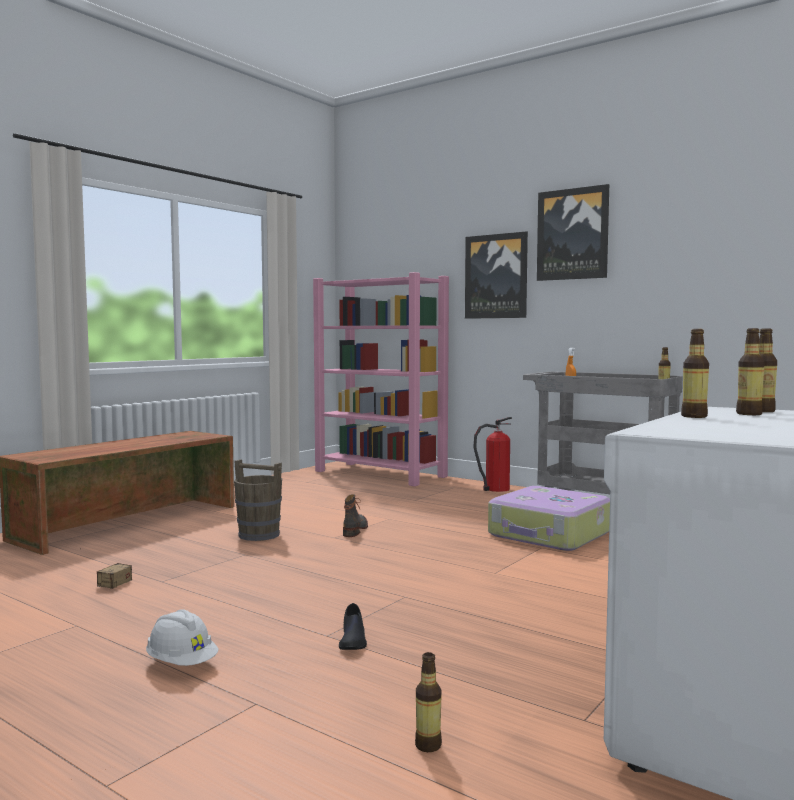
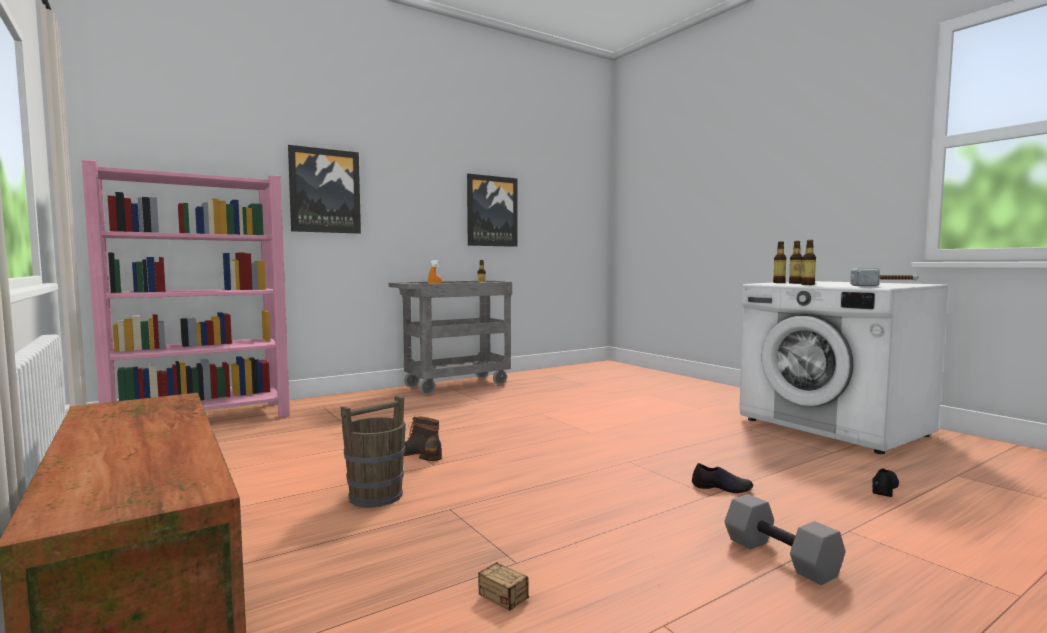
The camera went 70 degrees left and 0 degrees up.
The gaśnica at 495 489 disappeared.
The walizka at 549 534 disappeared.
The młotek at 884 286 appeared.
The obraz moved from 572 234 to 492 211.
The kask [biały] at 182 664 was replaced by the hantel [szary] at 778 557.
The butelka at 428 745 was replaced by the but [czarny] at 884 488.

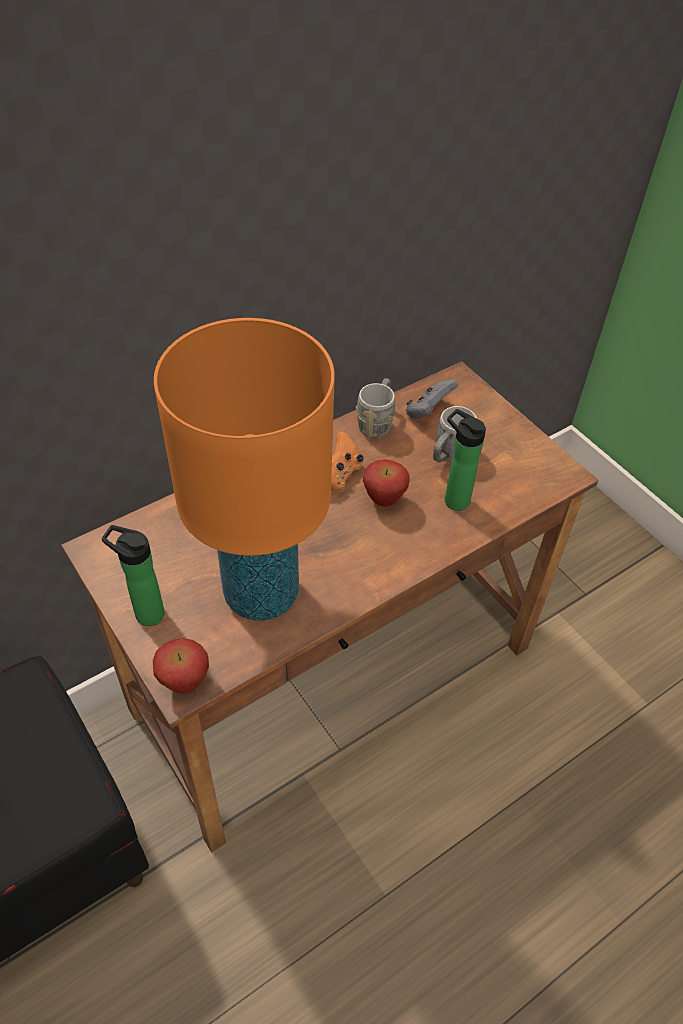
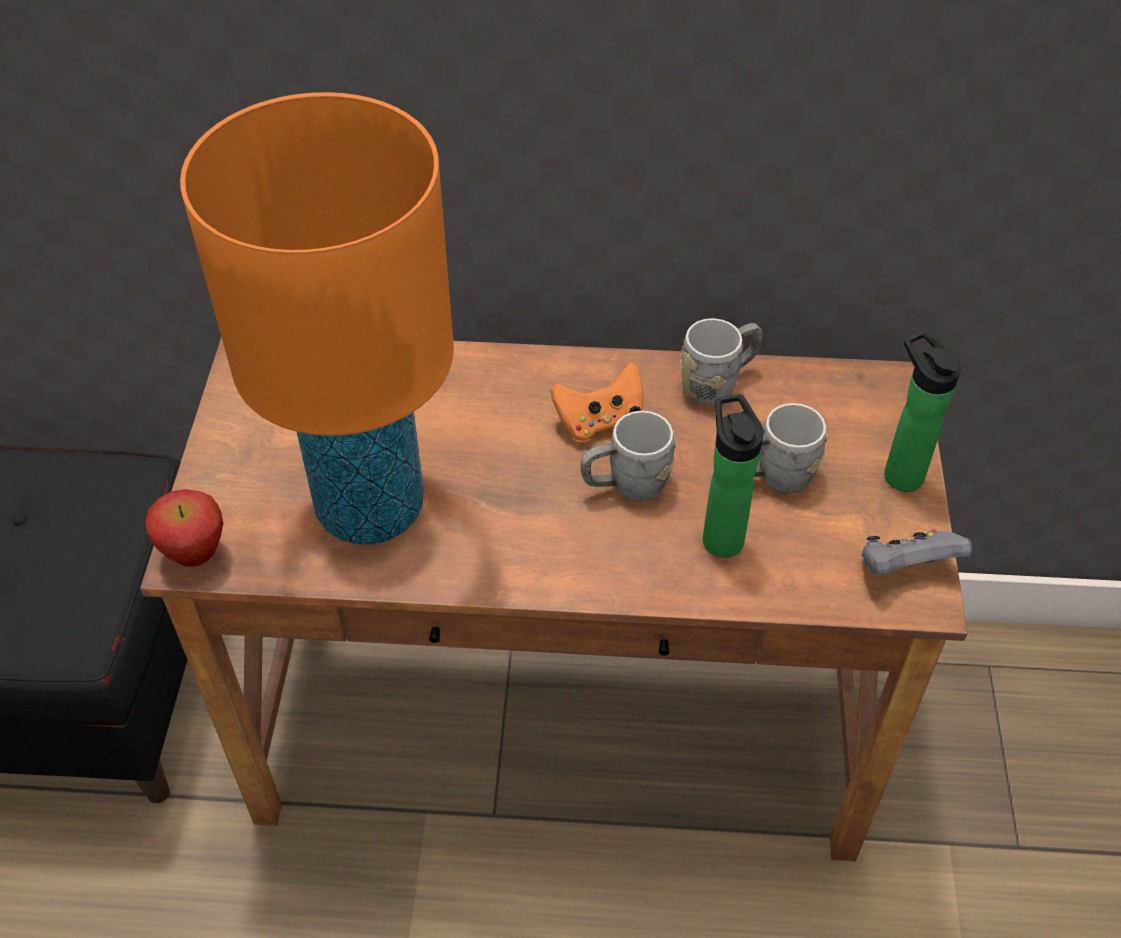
The camera went 40 degrees right and 0 degrees up.
The butelka moved from 145 612 to 899 472.
The pad do gier [szary] moved from 428 411 to 905 569.
The jabłko at 384 500 was replaced by the kubek [szary] at 626 485.

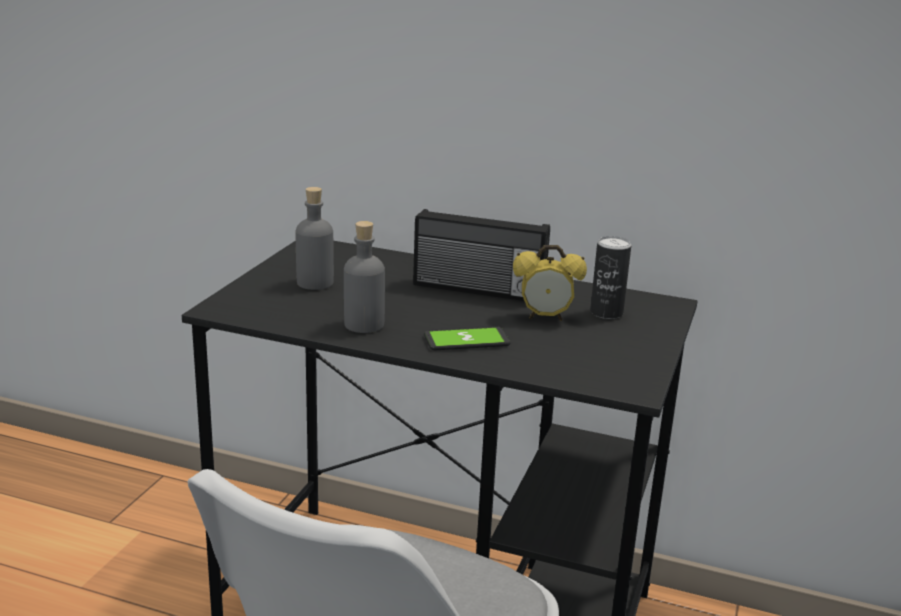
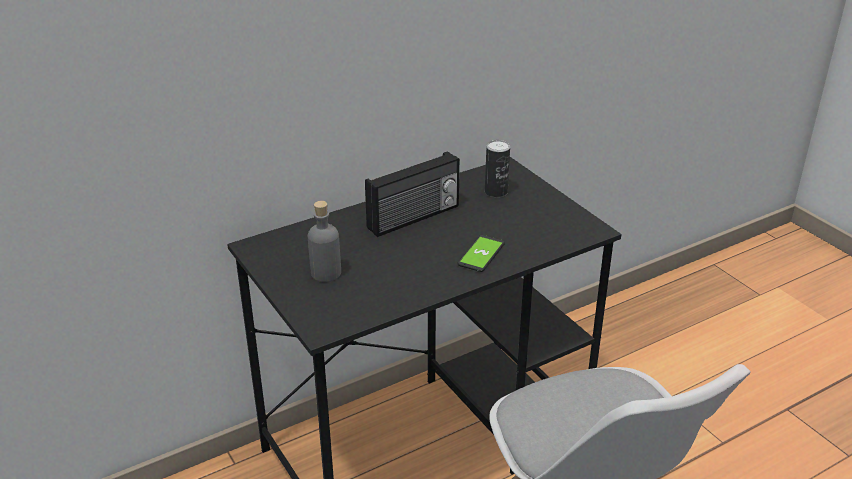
The camera went 50 degrees left and 10 degrees up.
The butelka [szary] at 364 324 disappeared.
The budzik at 545 317 disappeared.

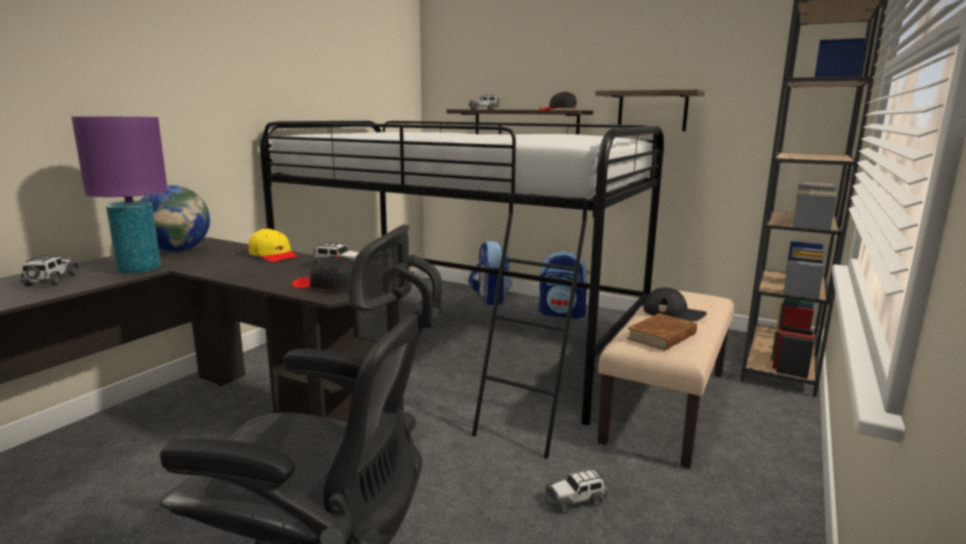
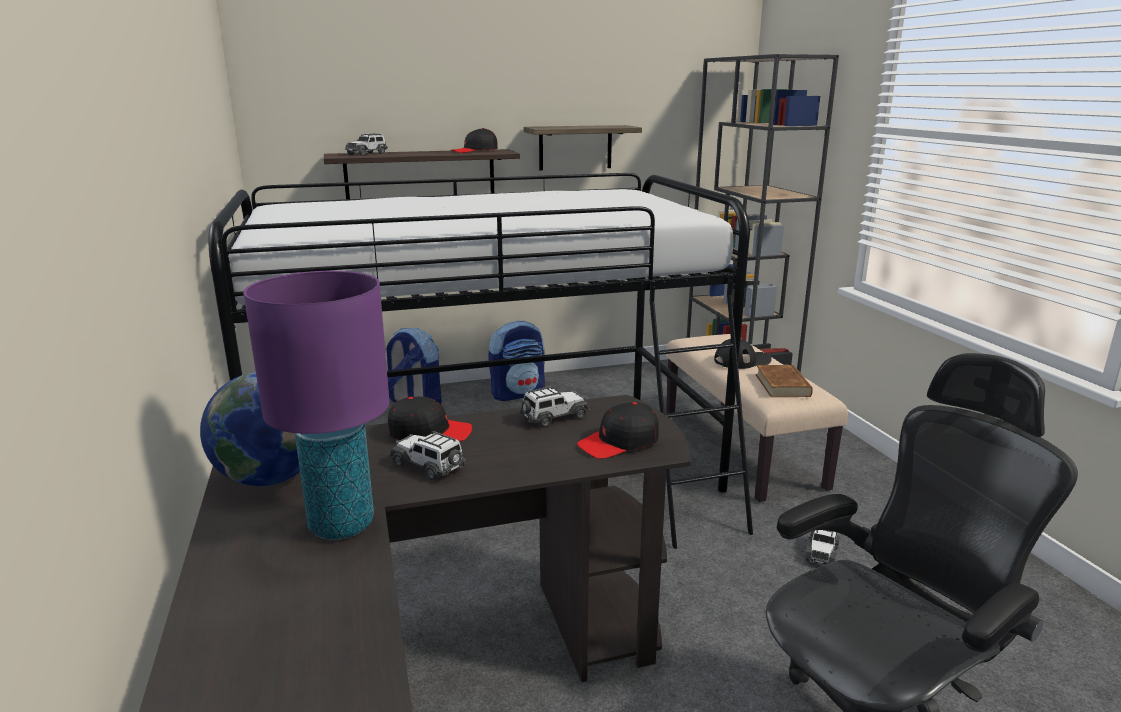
The camera went 45 degrees left and 5 degrees up.
The samochodzik moved from 51 281 to 429 466.
The czapka z daszkiem [żółty] at 273 255 became the czapka z daszkiem [czarny] at 429 432.

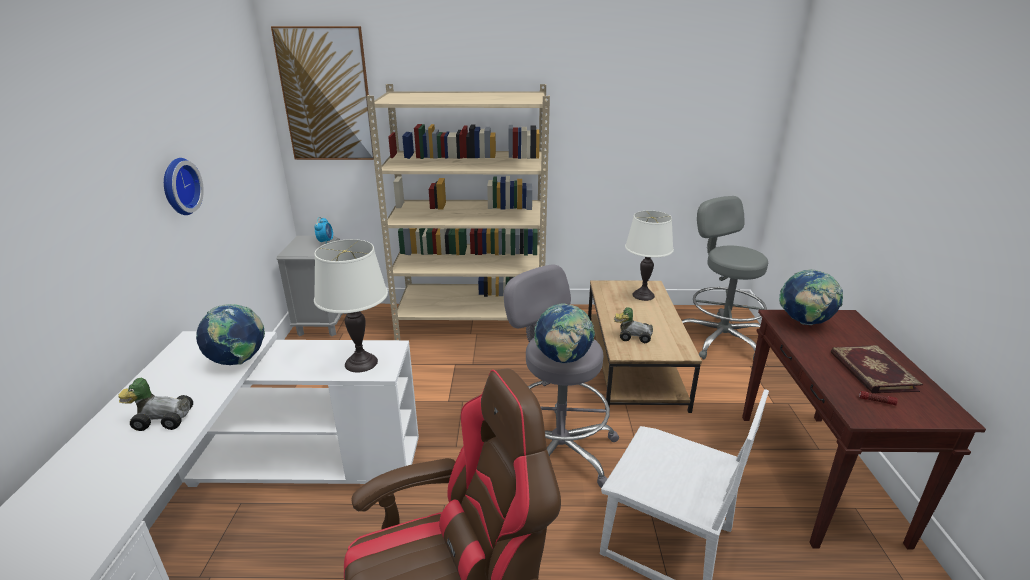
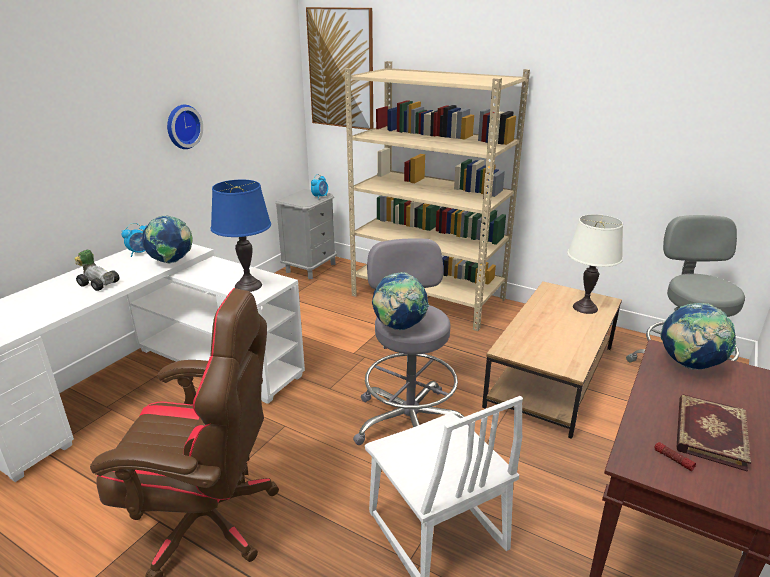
The camera went 30 degrees right and 0 degrees up.
The samochodzik at 632 336 disappeared.
The budzik at 140 253 appeared.
The lampa stołowa [biały] at 361 363 became the lampa stołowa [niebieski] at 248 286.

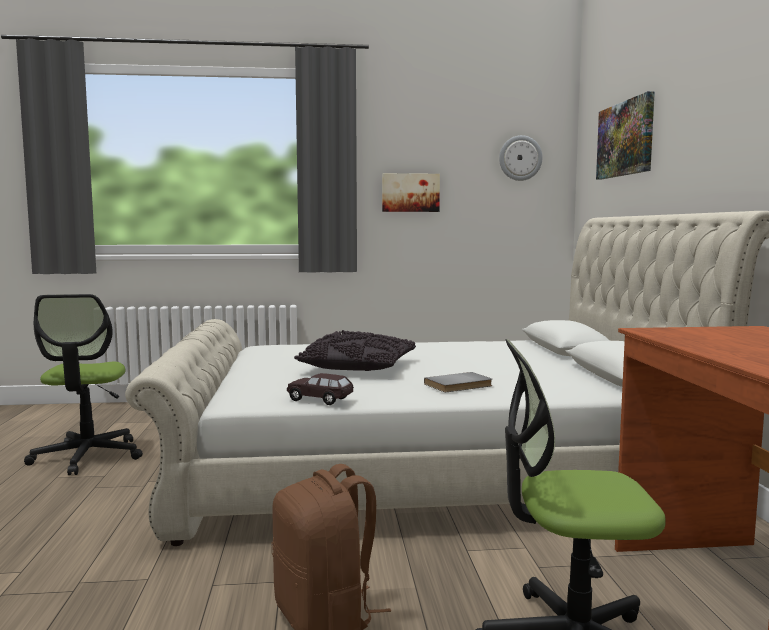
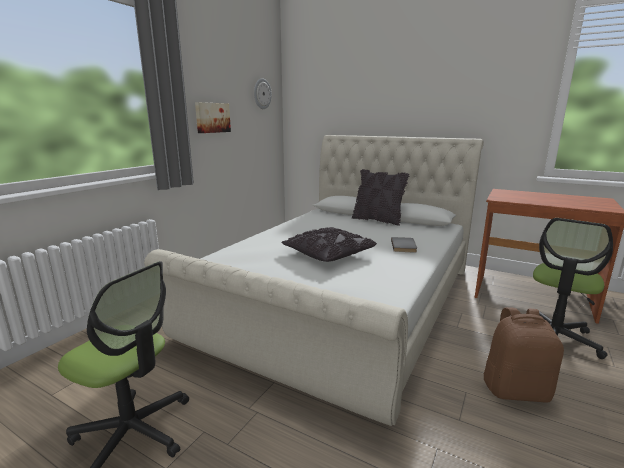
The camera went 55 degrees left and 10 degrees up.
The samochodzik [brązowy] at 320 399 disappeared.
The obraz at 625 139 disappeared.
The poduszka [czarny] at 378 220 appeared.

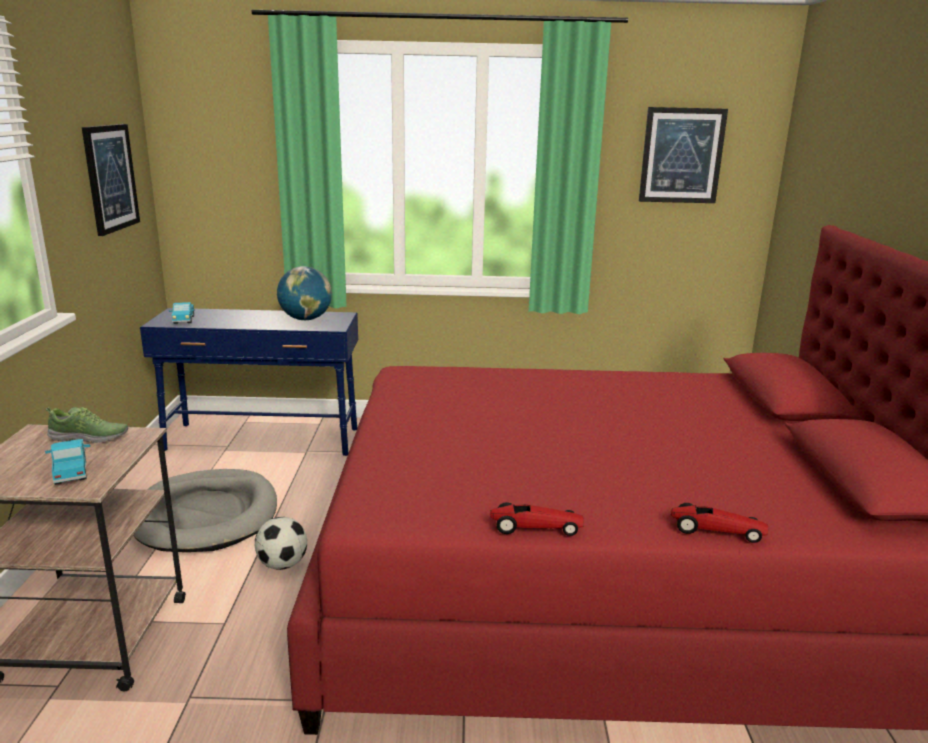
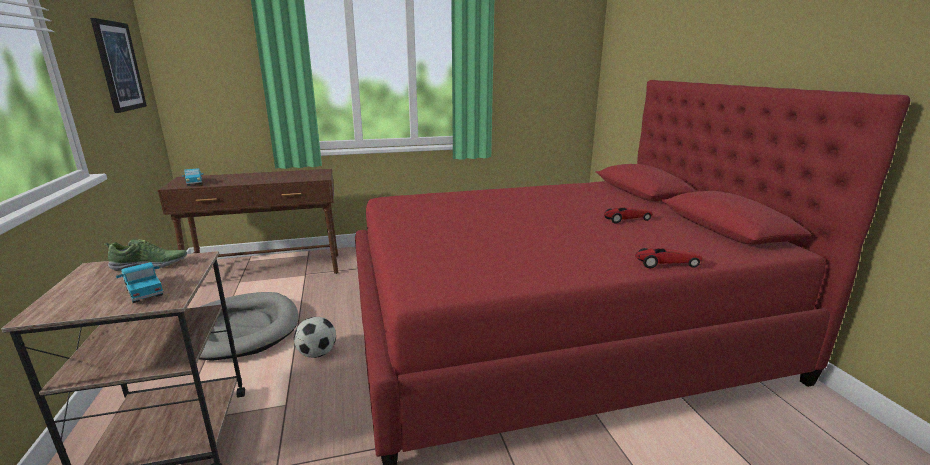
The camera went 15 degrees left and 0 degrees up.
The globus at 306 319 disappeared.
The obraz at 681 155 disappeared.
The samochodzik moved from 535 528 to 627 220.
The stolik konsolowy [niebieski] at 262 440 became the stolik konsolowy [brązowy] at 267 271.

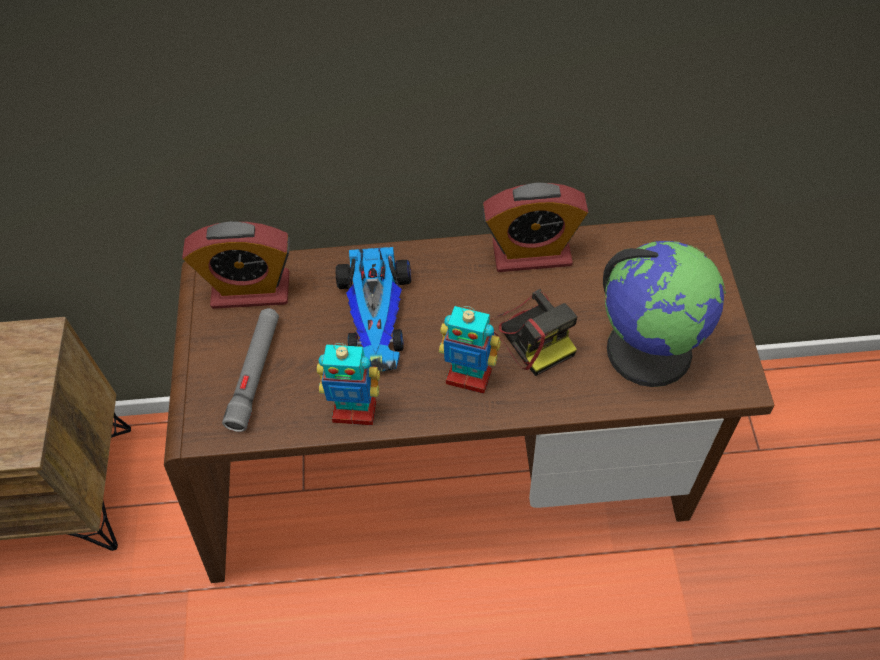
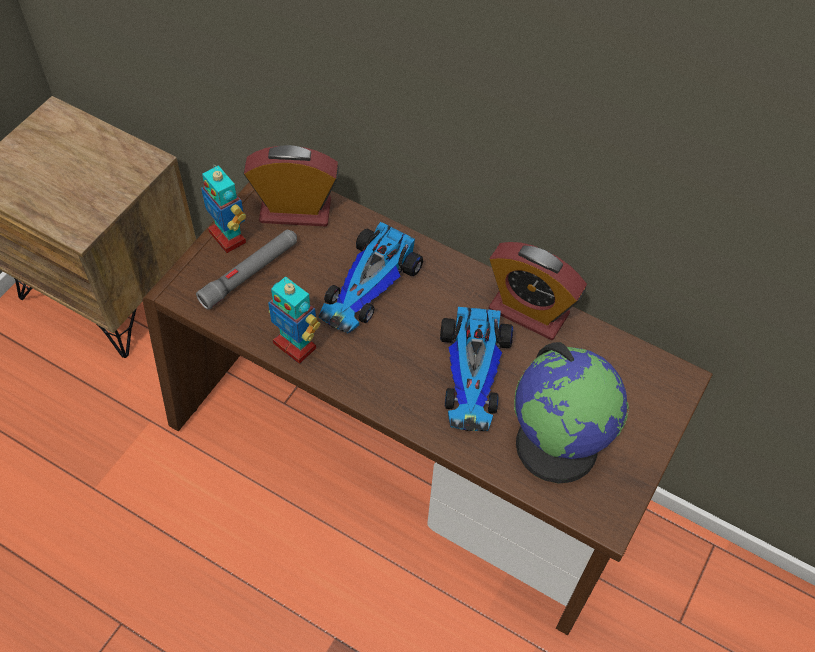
The camera went 30 degrees right and 0 degrees up.
The robot zabawkowy moved from 469 376 to 228 237.
The aparat fotograficzny at 532 334 was replaced by the samochodzik at 474 373.
The budzik at 251 290 turned 150 degrees clockwise.

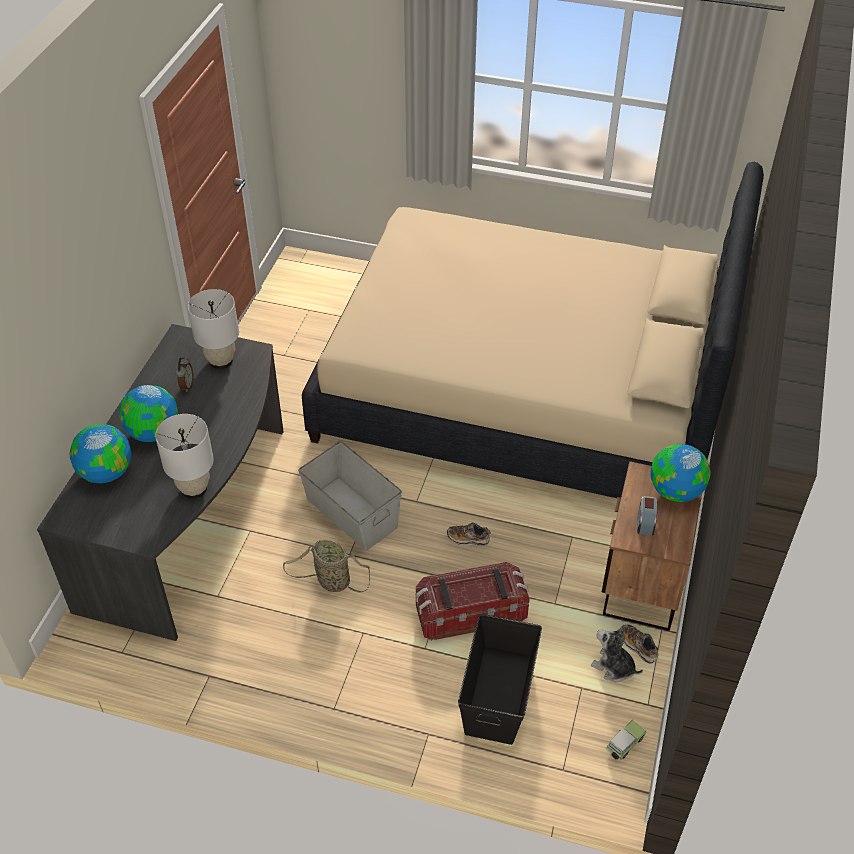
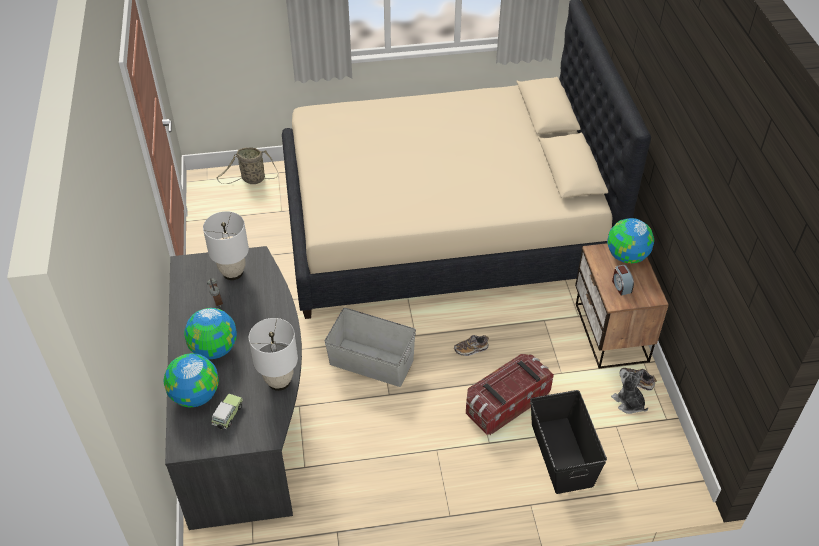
The camera went 25 degrees left and 0 degrees up.
The koszyk moved from 331 581 to 251 179.
The samochodzik moved from 624 745 to 227 416.
The pluszak at 613 667 turned 45 degrees clockwise.

